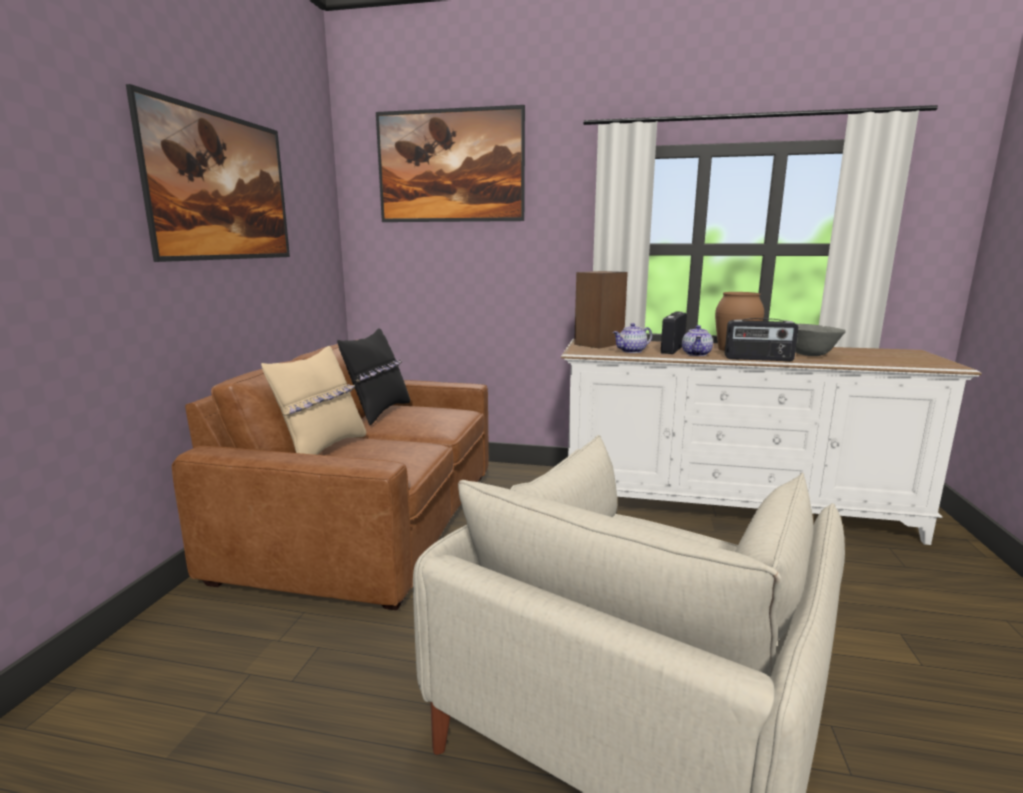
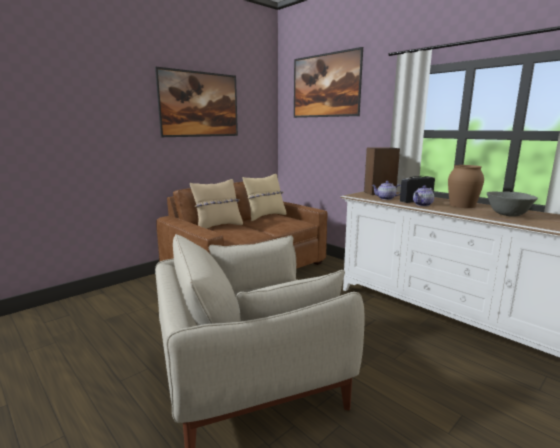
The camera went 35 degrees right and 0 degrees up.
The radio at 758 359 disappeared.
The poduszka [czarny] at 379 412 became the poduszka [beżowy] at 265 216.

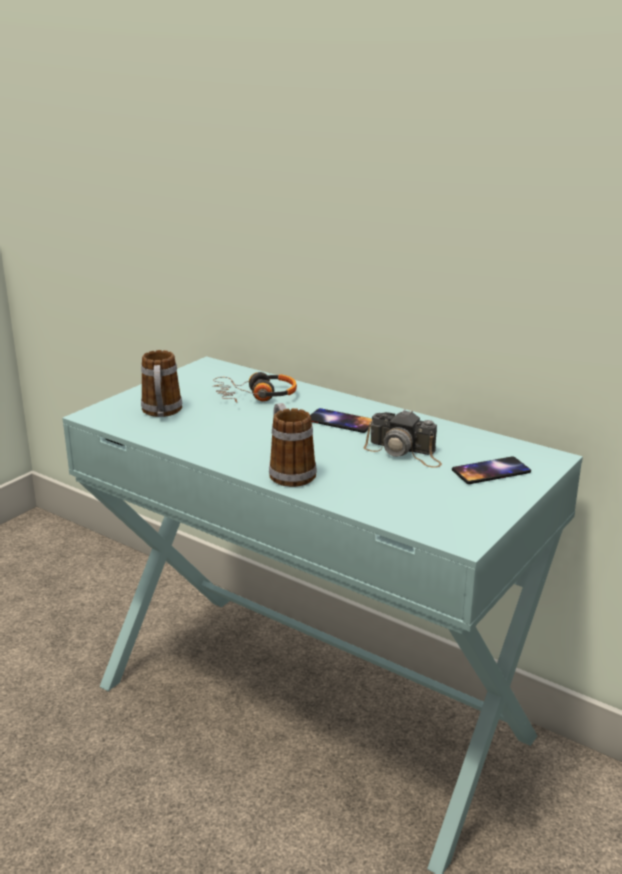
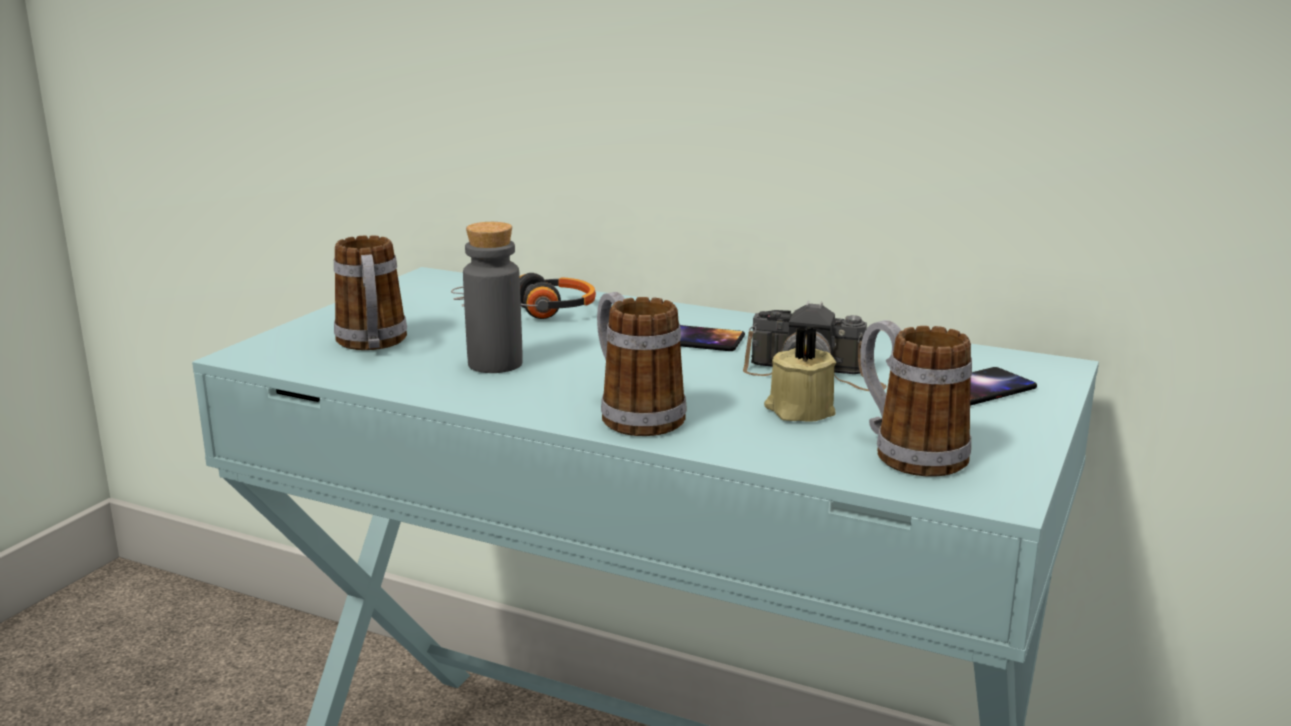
The camera went 10 degrees left and 5 degrees down.
The butelka [szary] at 495 364 appeared.
The świeca [beżowy] at 799 411 appeared.
The kubek at 907 452 appeared.

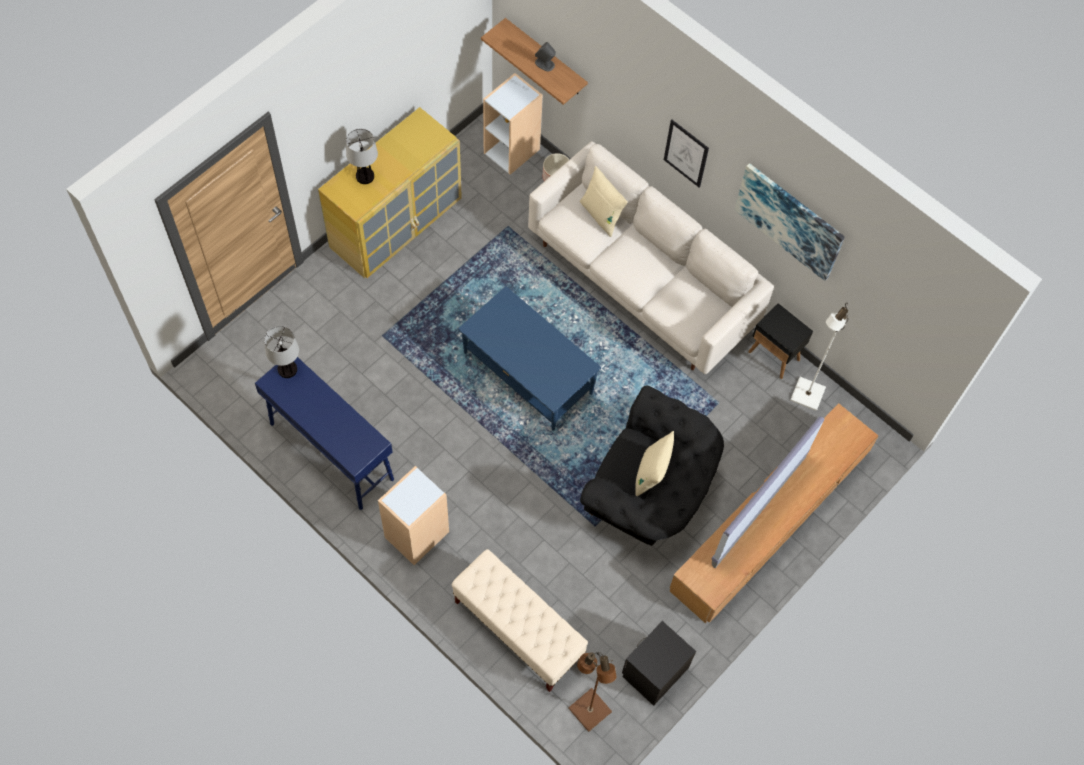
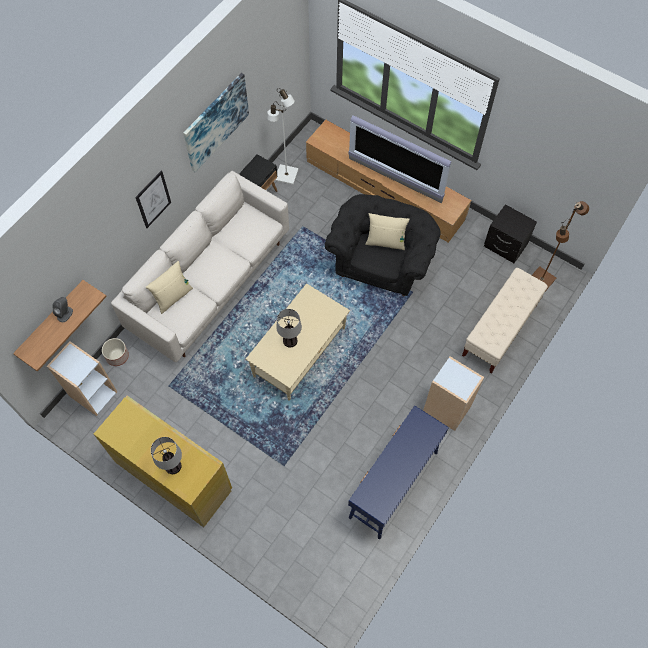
The camera went 95 degrees left and 0 degrees up.
The lampa stołowa moved from 288 369 to 290 340.
The ława [niebieski] at 528 373 became the ława [beżowy] at 300 351.

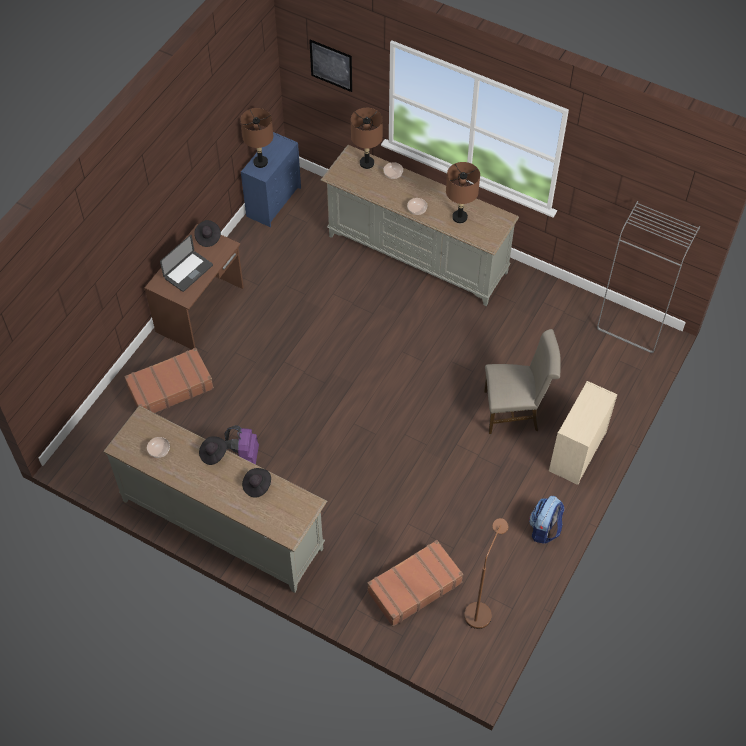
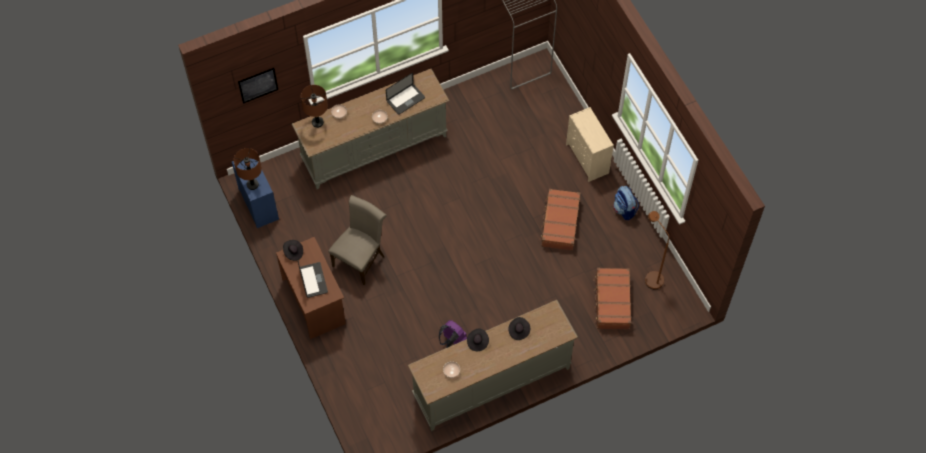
The camera went 55 degrees left and 5 degrees up.
The walizka [brązowy] moved from 170 387 to 559 223.
The krzesło [beżowy] moved from 515 411 to 360 259.
The lampa stołowa [brązowy] at 460 217 was replaced by the laptop at 405 99.

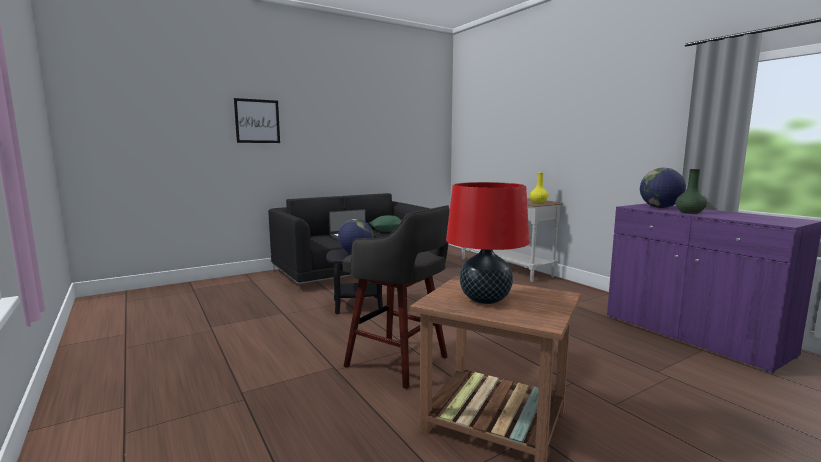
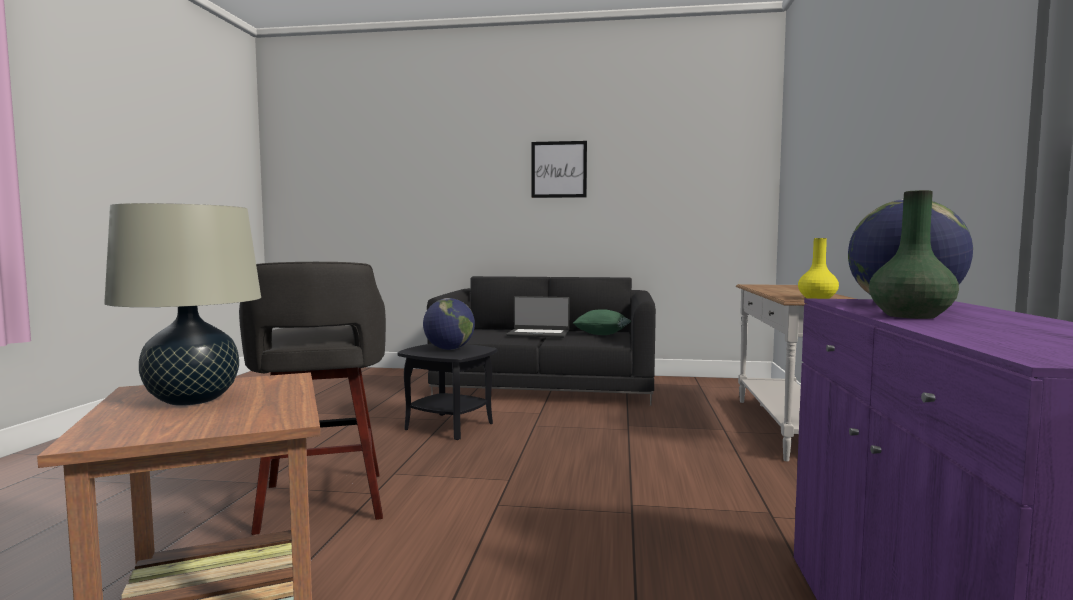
The camera went 40 degrees right and 5 degrees down.
The obraz moved from 257 121 to 559 169.
The lampa stołowa [czerwony] at 485 299 became the lampa stołowa [beżowy] at 192 400.

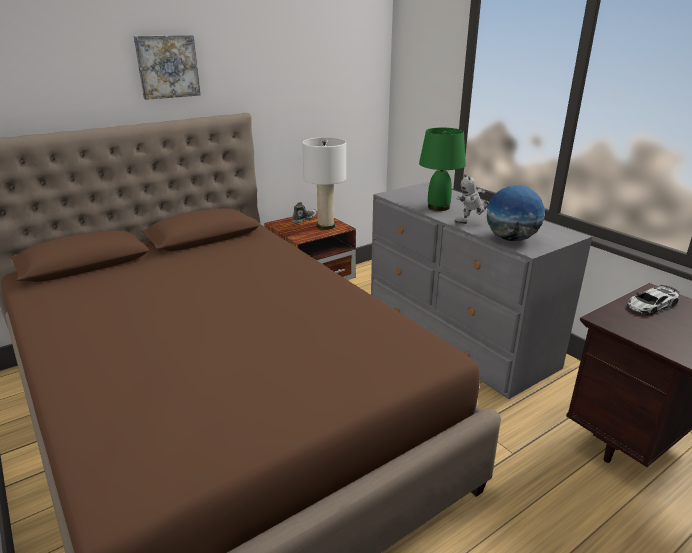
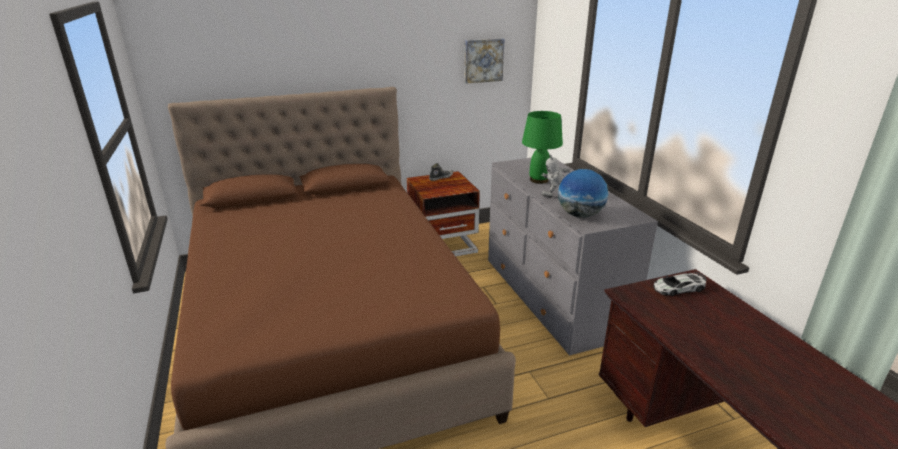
The camera went 15 degrees right and 0 degrees up.
The lampa stołowa [biały] at 325 226 disappeared.
The obraz moved from 167 66 to 483 60.

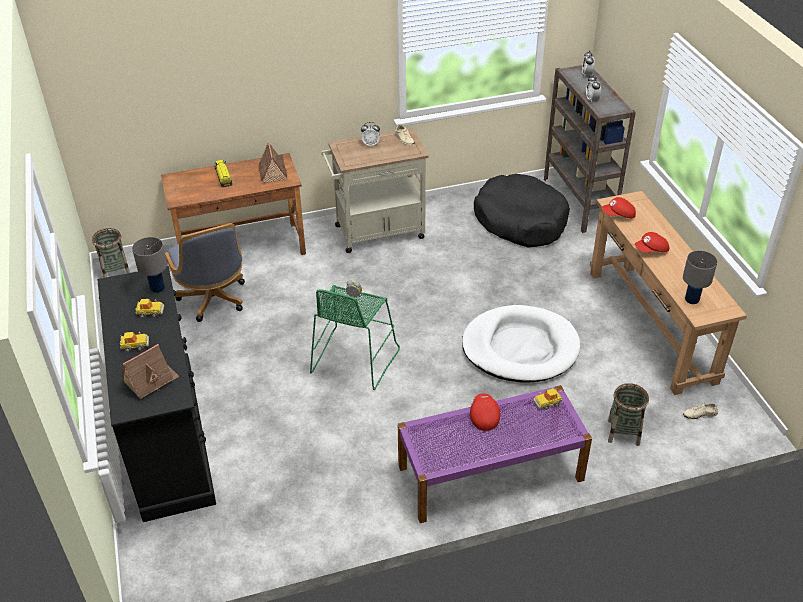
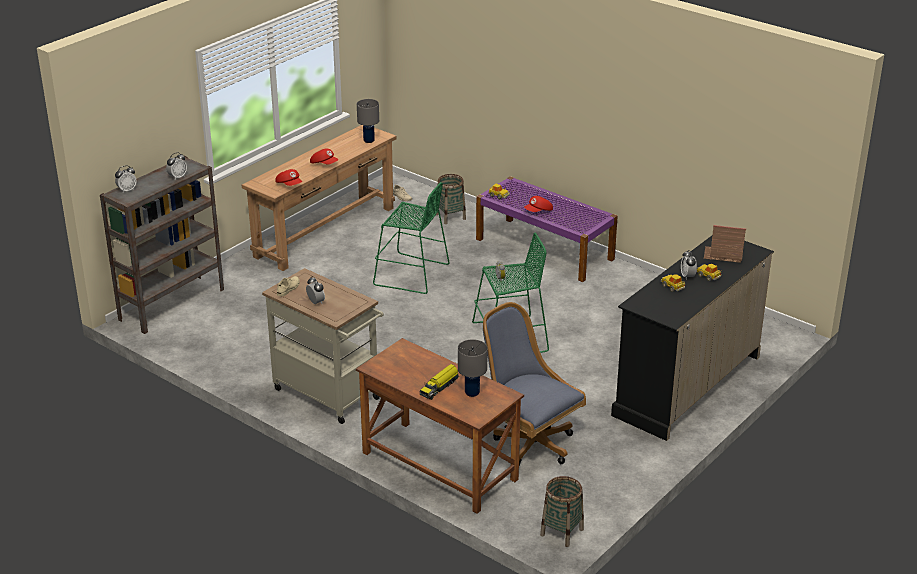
The camera went 125 degrees left and 10 degrees down.
The domek at 272 173 disappeared.
The legowisko [czarny] at 520 221 disappeared.
The budzik at 687 276 appeared.
The lampa stołowa [szary] moved from 157 289 to 473 393.
The legowisko [biały] at 520 348 was replaced by the stołek [zielony] at 410 274.
The krzesło biurowe [niebieski] at 215 302 turned 75 degrees counterclockwise.

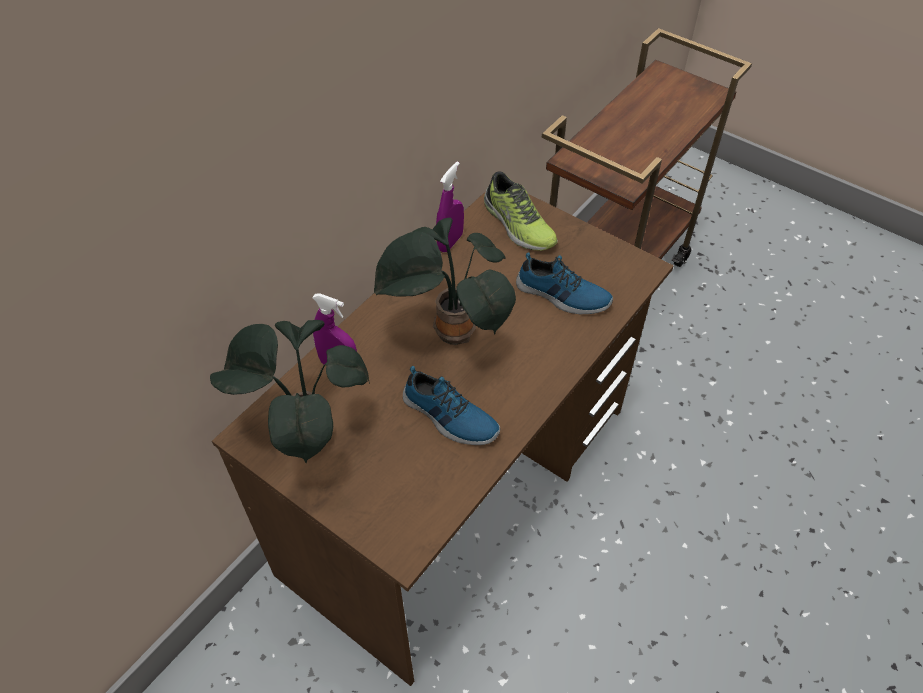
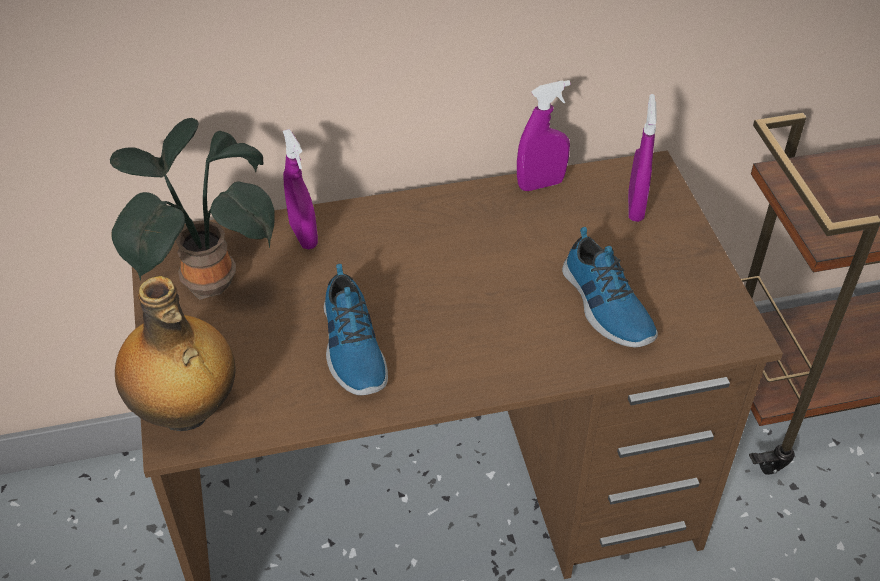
The camera went 40 degrees right and 5 degrees down.
The roślina doniczkowa at 449 333 disappeared.
The butelka at 185 412 appeared.
The but at 517 225 was replaced by the spryskiwacz [fioletowy] at 635 207.

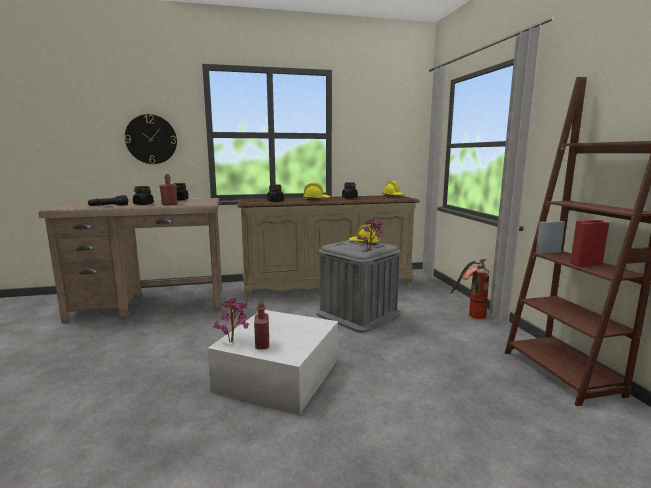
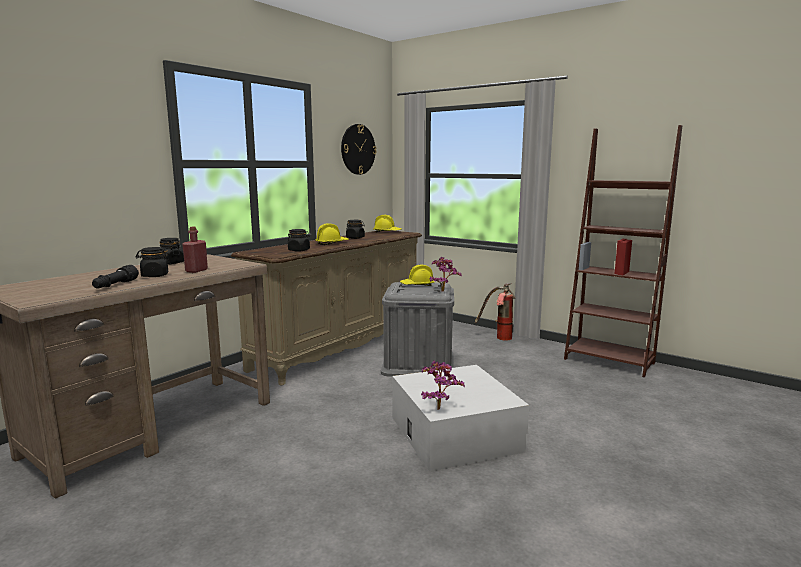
The camera went 40 degrees left and 0 degrees up.
The butelka [czerwony] at 262 345 disappeared.
The zegar ścienny moved from 151 139 to 358 149.

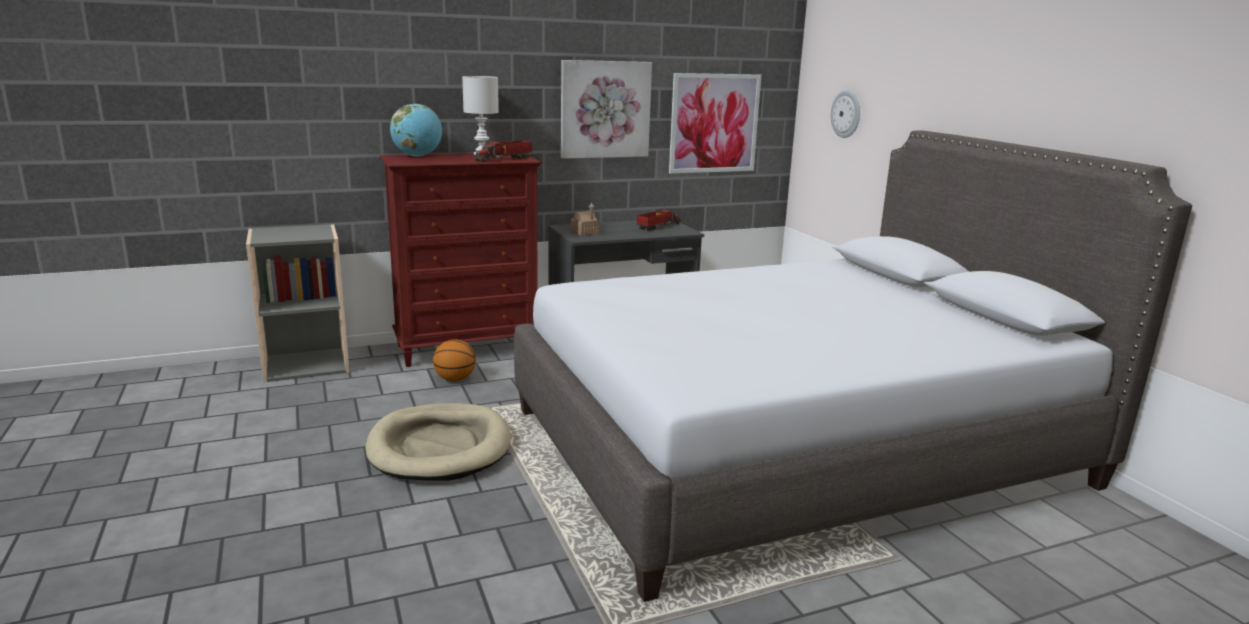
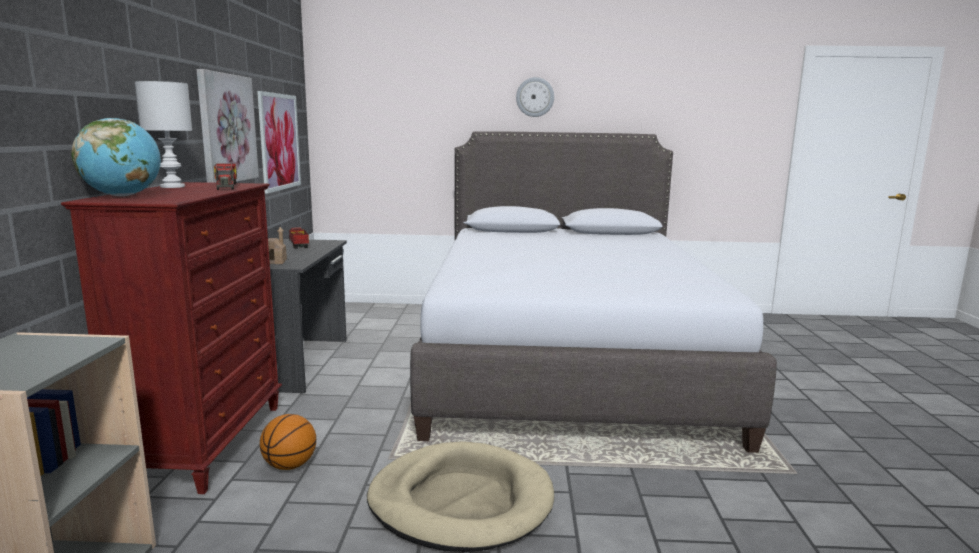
The camera went 65 degrees left and 5 degrees down.
The zegar ścienny moved from 846 114 to 535 97.

